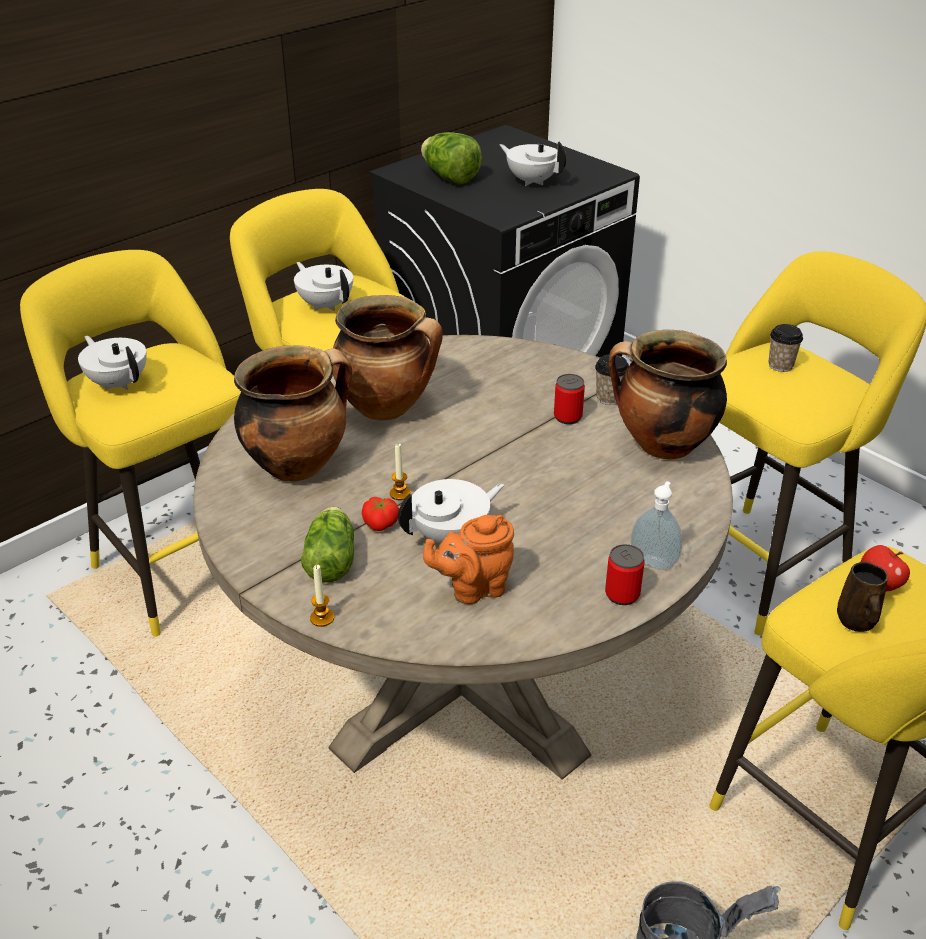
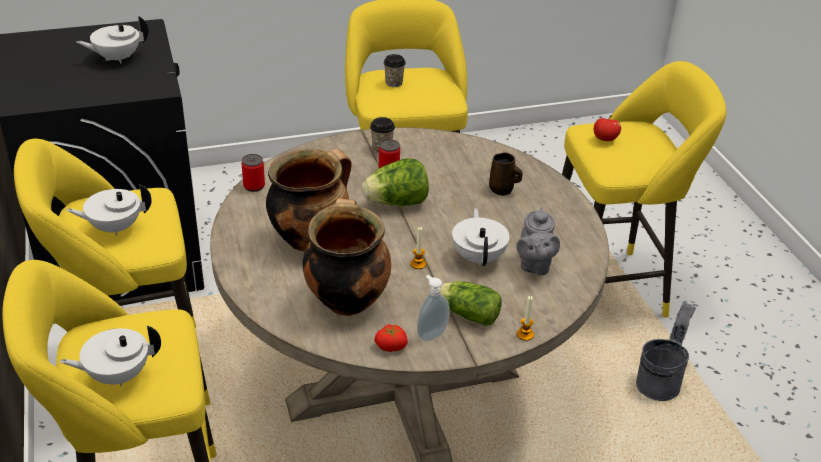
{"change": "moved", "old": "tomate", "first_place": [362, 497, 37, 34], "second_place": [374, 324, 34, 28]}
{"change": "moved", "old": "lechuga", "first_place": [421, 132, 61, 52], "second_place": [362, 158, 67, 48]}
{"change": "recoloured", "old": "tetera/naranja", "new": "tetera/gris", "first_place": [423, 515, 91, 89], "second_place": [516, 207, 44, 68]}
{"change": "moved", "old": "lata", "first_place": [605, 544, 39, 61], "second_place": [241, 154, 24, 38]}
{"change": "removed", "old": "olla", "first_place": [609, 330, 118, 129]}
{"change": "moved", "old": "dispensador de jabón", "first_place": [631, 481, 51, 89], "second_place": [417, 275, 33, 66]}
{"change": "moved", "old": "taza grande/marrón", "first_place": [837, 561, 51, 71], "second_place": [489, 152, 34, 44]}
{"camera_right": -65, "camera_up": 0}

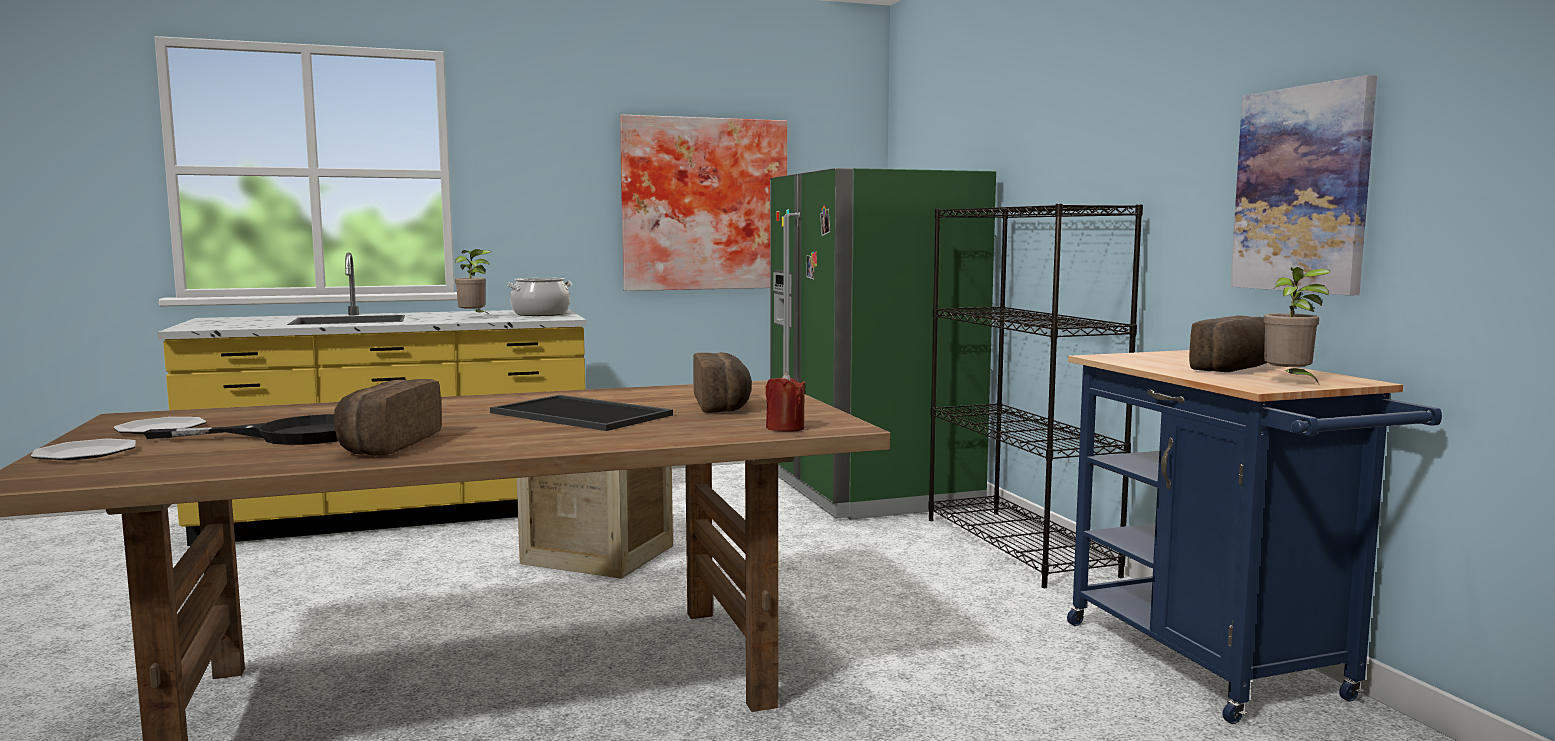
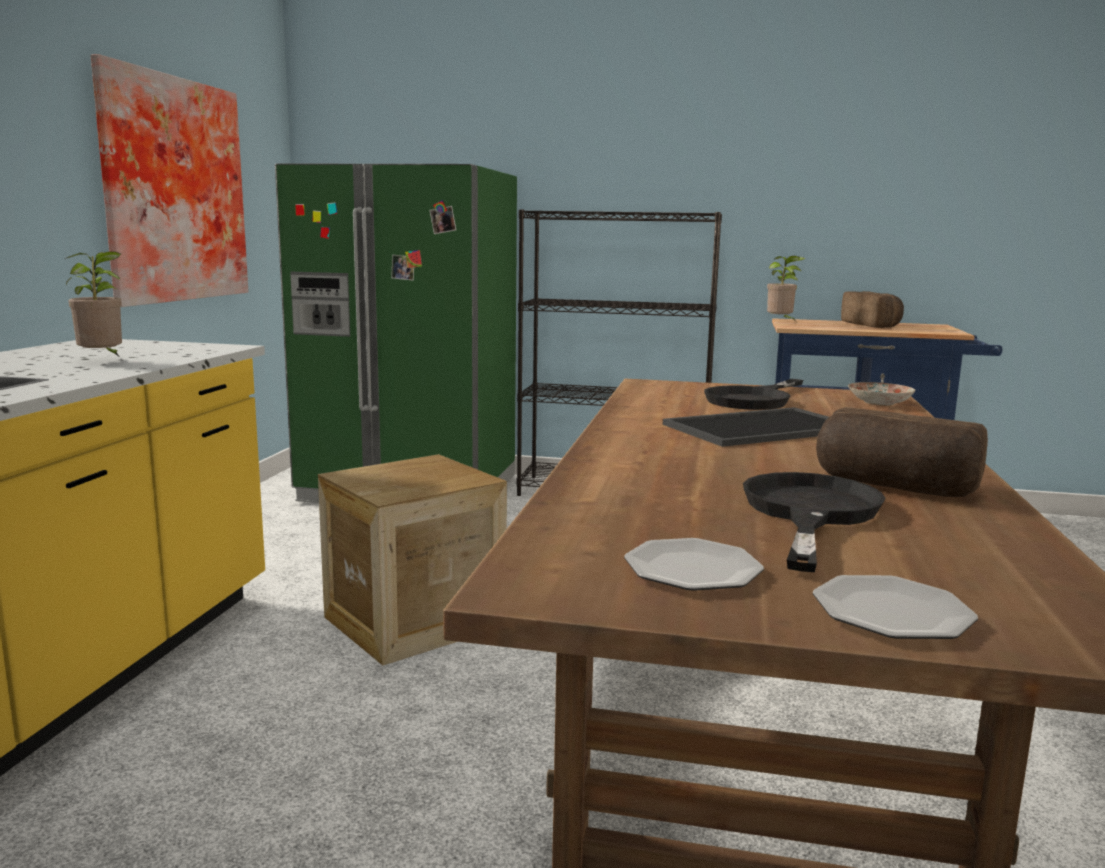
{"change": "removed", "old": "olla", "first_place": [507, 278, 65, 38]}
{"change": "replaced", "old": "pan", "new": "sartén/negro", "first_place": [693, 352, 59, 61], "second_place": [704, 379, 99, 31]}
{"change": "replaced", "old": "vela/rojo", "new": "plato", "first_place": [766, 372, 40, 60], "second_place": [848, 382, 68, 24]}
{"change": "removed", "old": "cuadro", "first_place": [1230, 75, 147, 220]}
{"change": "moved", "old": "planta en maceta", "first_place": [1264, 267, 67, 117], "second_place": [767, 256, 38, 65]}
{"camera_right": -60, "camera_up": 5}

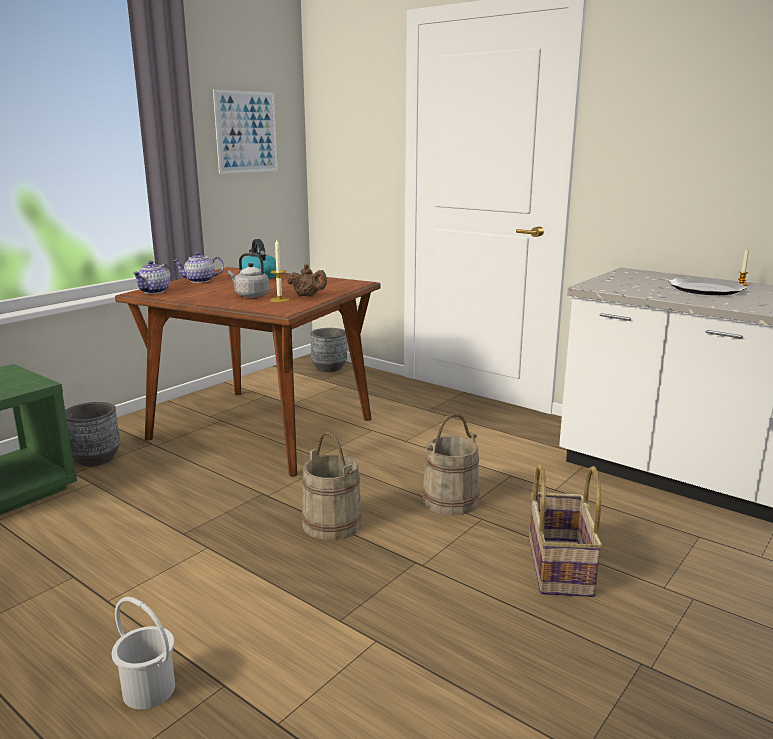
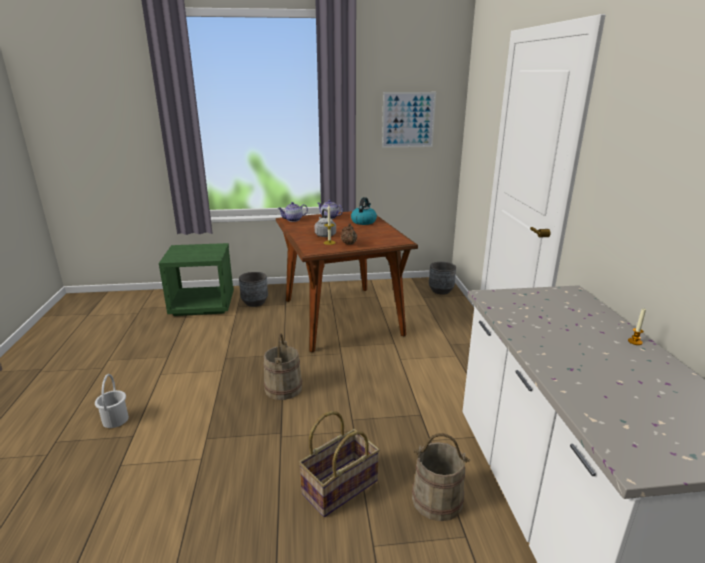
{"change": "moved", "old": "cubo/beis", "first_place": [422, 414, 58, 101], "second_place": [412, 433, 58, 88]}
{"change": "removed", "old": "plato", "first_place": [668, 277, 79, 18]}
{"camera_right": 45, "camera_up": 5}

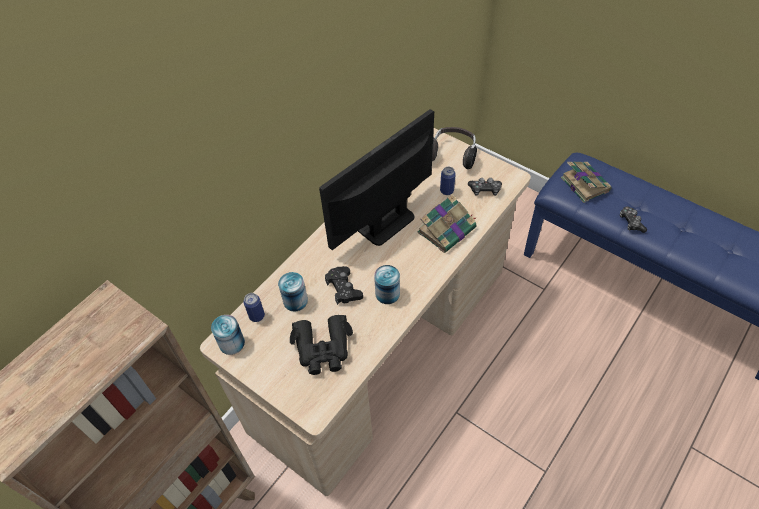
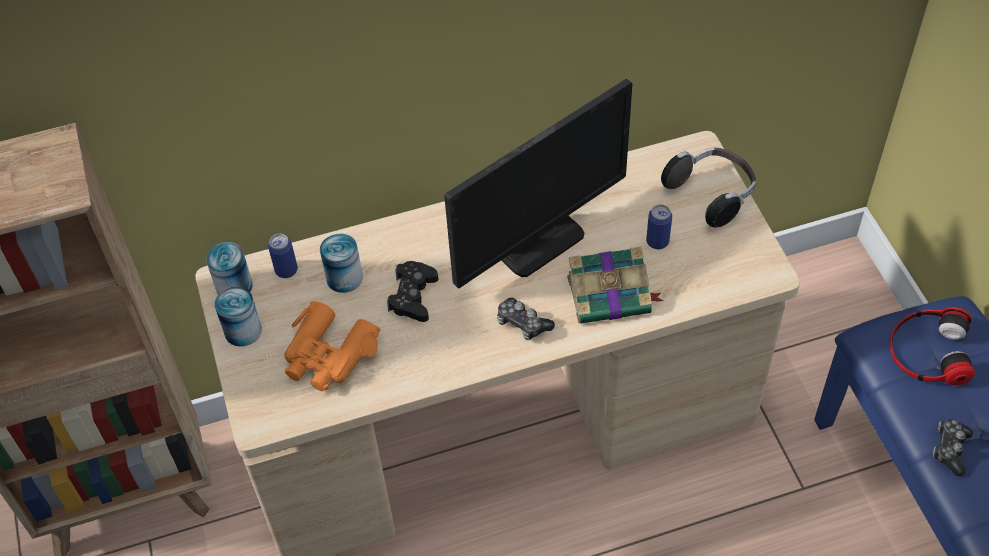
{"change": "recoloured", "old": "prismáticos/negro", "new": "prismáticos/naranja", "first_place": [290, 315, 63, 60], "second_place": [284, 301, 97, 90]}
{"change": "turned", "old": "monitor", "first_place": [319, 109, 115, 141], "second_place": [444, 79, 188, 210], "degrees": 150}
{"change": "moved", "old": "lata", "first_place": [374, 265, 26, 39], "second_place": [214, 286, 48, 61]}
{"change": "moved", "old": "mando de consola", "first_place": [468, 178, 34, 18], "second_place": [497, 298, 58, 42]}
{"change": "replaced", "old": "libro", "new": "auriculares", "first_place": [561, 162, 50, 41], "second_place": [890, 307, 85, 78]}
{"camera_right": 35, "camera_up": 0}

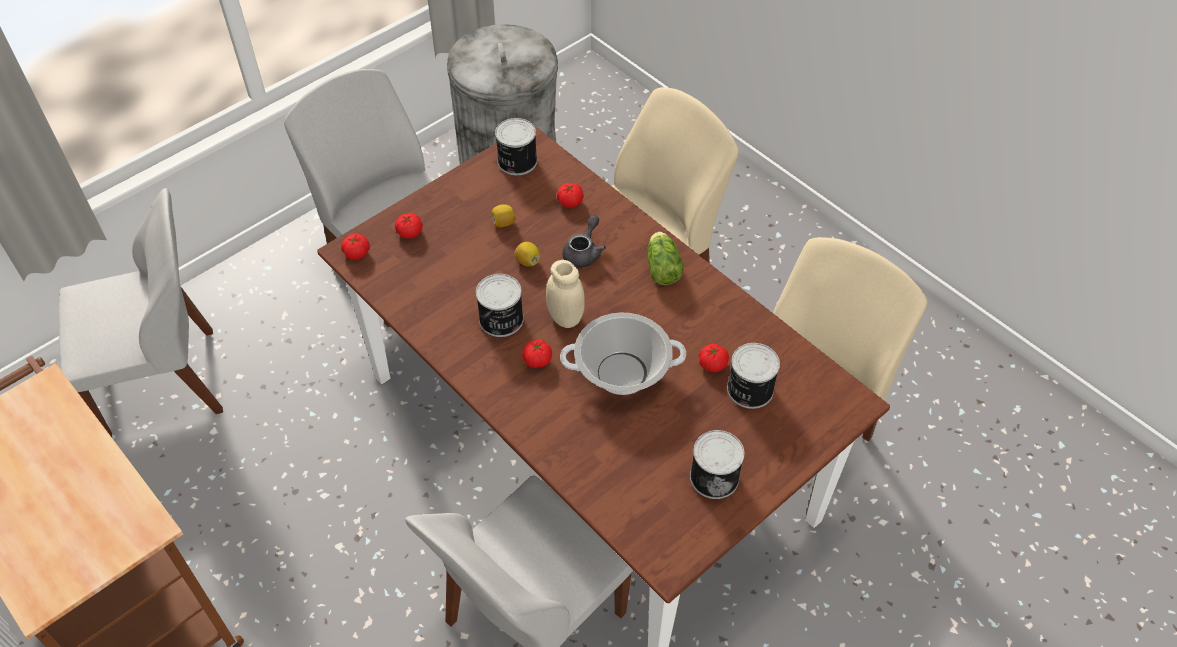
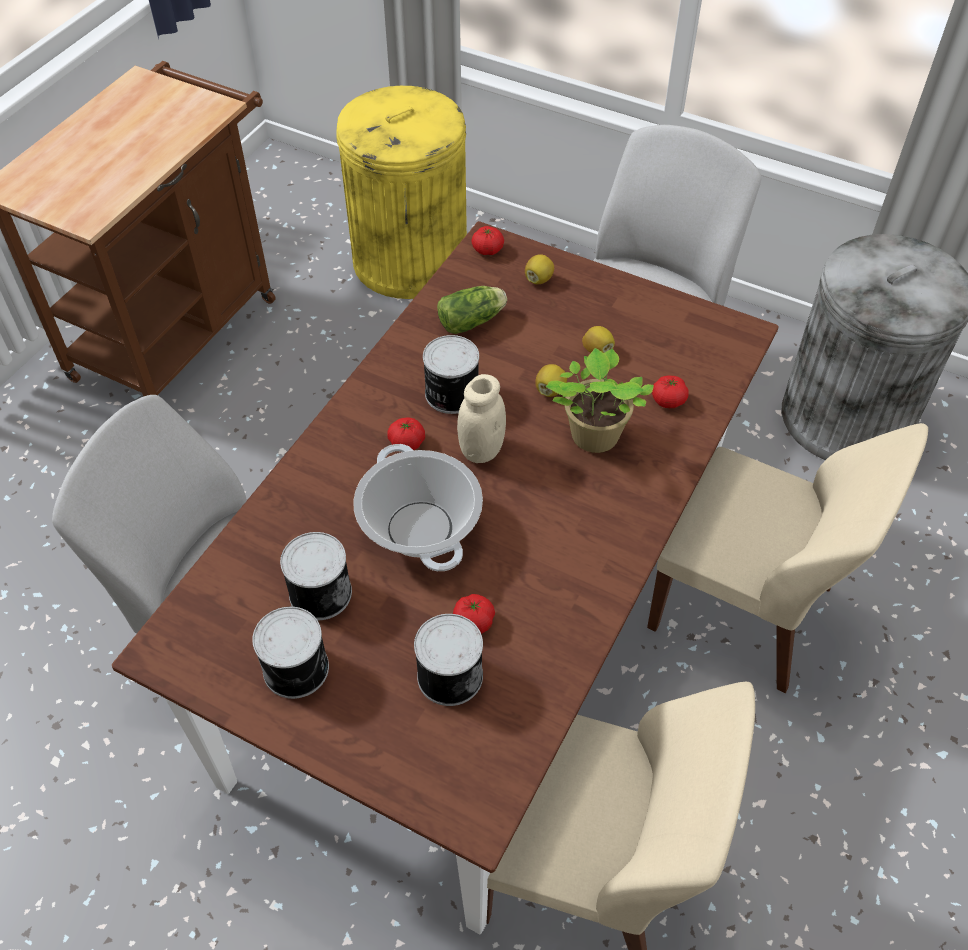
{"change": "replaced", "old": "silla/blanco", "new": "papelera/amarillo", "first_place": [59, 188, 164, 249], "second_place": [336, 86, 131, 213]}
{"change": "replaced", "old": "tomate", "new": "limón", "first_place": [395, 213, 28, 25], "second_place": [525, 254, 29, 30]}
{"change": "moved", "old": "lata", "first_place": [495, 118, 42, 57], "second_place": [280, 532, 72, 88]}
{"change": "replaced", "old": "tetera/gris", "new": "planta en maceta", "first_place": [562, 215, 44, 53], "second_place": [545, 348, 109, 105]}
{"change": "moved", "old": "lechuga", "first_place": [647, 232, 36, 53], "second_place": [437, 286, 70, 48]}
{"camera_right": 70, "camera_up": 0}

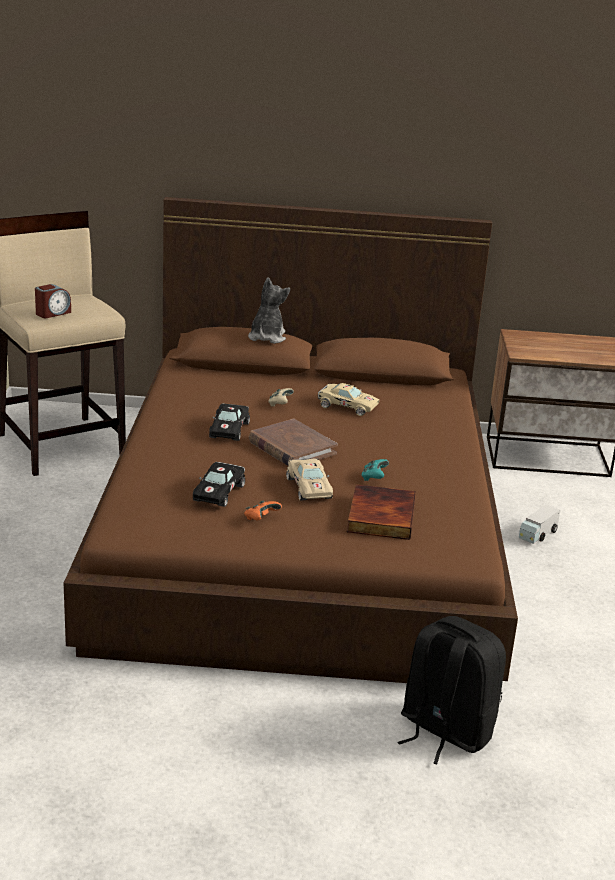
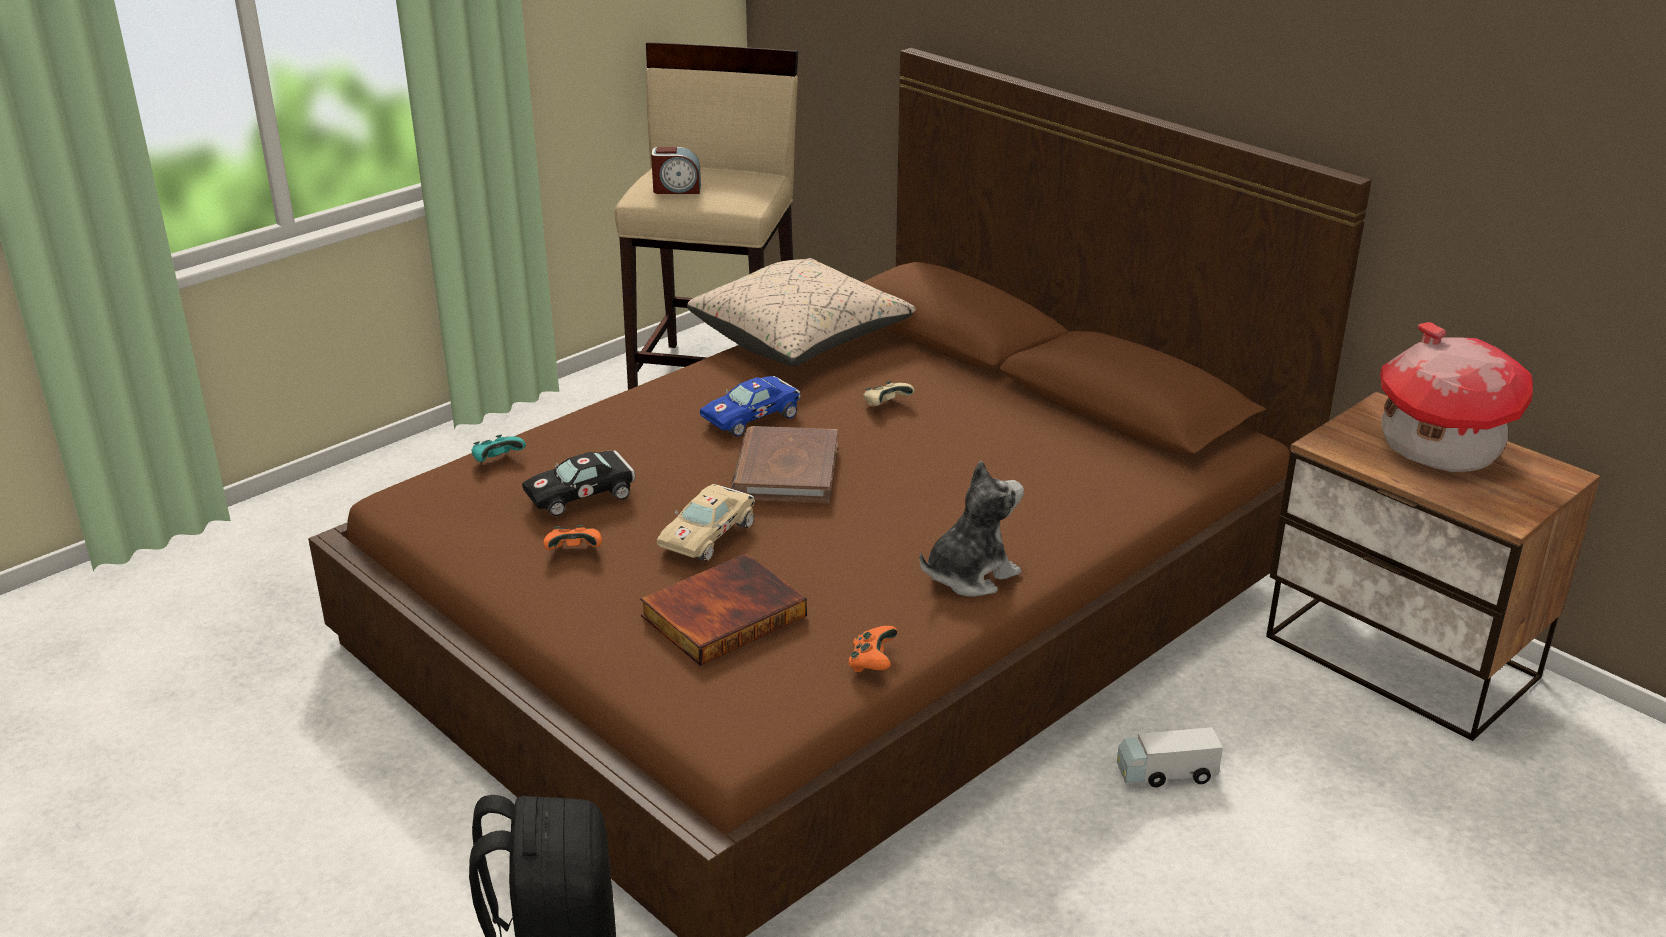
{"change": "recoloured", "old": "coche de juguete/negro", "new": "coche de juguete/azul", "first_place": [209, 404, 41, 37], "second_place": [700, 376, 101, 60]}
{"change": "moved", "old": "peluche", "first_place": [248, 277, 42, 67], "second_place": [919, 461, 105, 136]}
{"change": "removed", "old": "coche de juguete/beis", "first_place": [318, 383, 61, 33]}
{"change": "moved", "old": "mando de consola/turquesa", "first_place": [361, 459, 28, 22], "second_place": [471, 435, 55, 27]}
{"change": "added", "new": "cojín/beis", "second_place": [687, 258, 229, 108]}
{"change": "added", "new": "mando de consola/naranja", "second_place": [848, 626, 50, 46]}
{"change": "added", "new": "casita", "second_place": [1380, 322, 153, 150]}
{"camera_right": 45, "camera_up": 5}

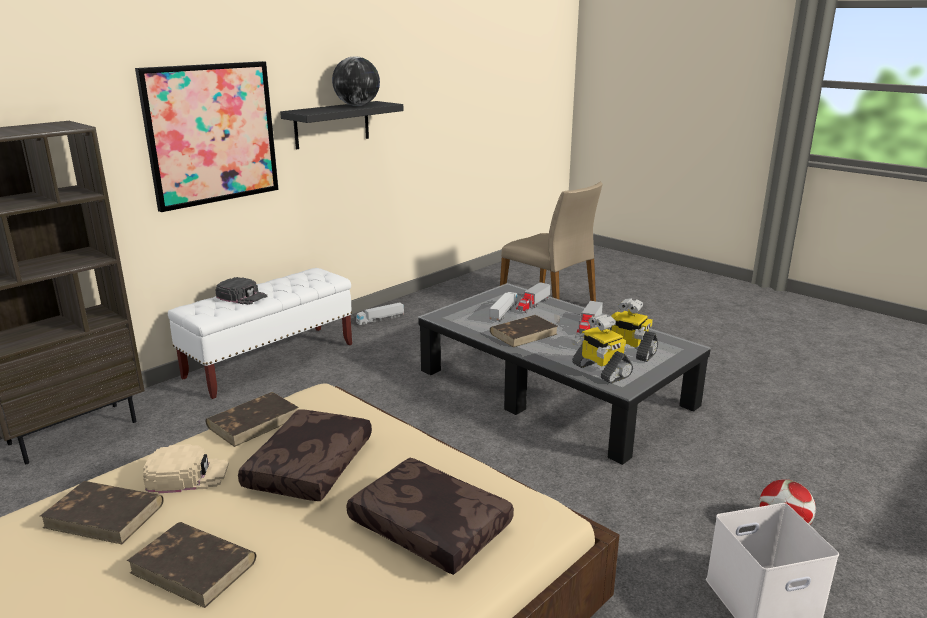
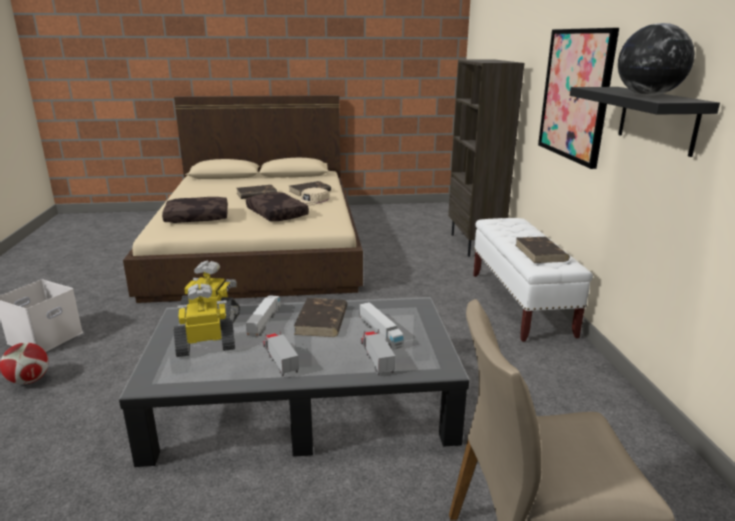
{"change": "moved", "old": "libro/marrón", "first_place": [206, 392, 93, 55], "second_place": [516, 237, 54, 26]}
{"change": "removed", "old": "gorra/negro", "first_place": [215, 277, 52, 28]}
{"change": "moved", "old": "camión de juguete", "first_place": [356, 302, 49, 23], "second_place": [246, 295, 34, 43]}
{"camera_right": 130, "camera_up": 0}

